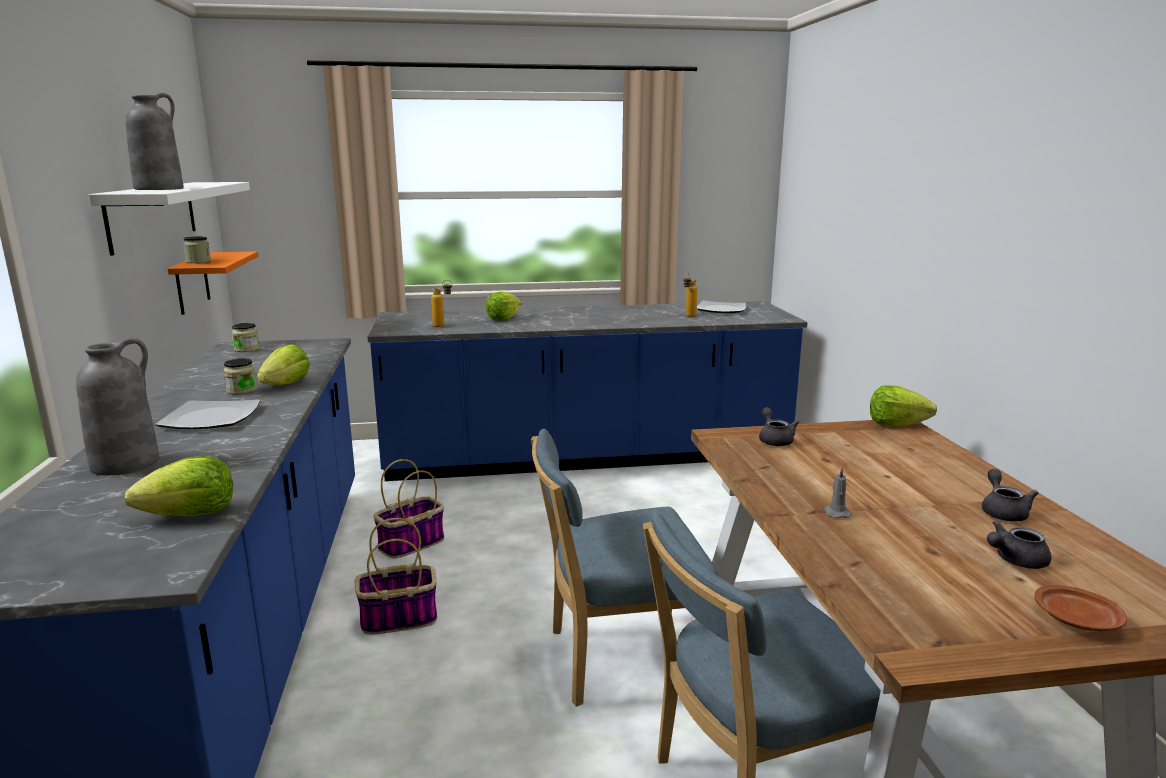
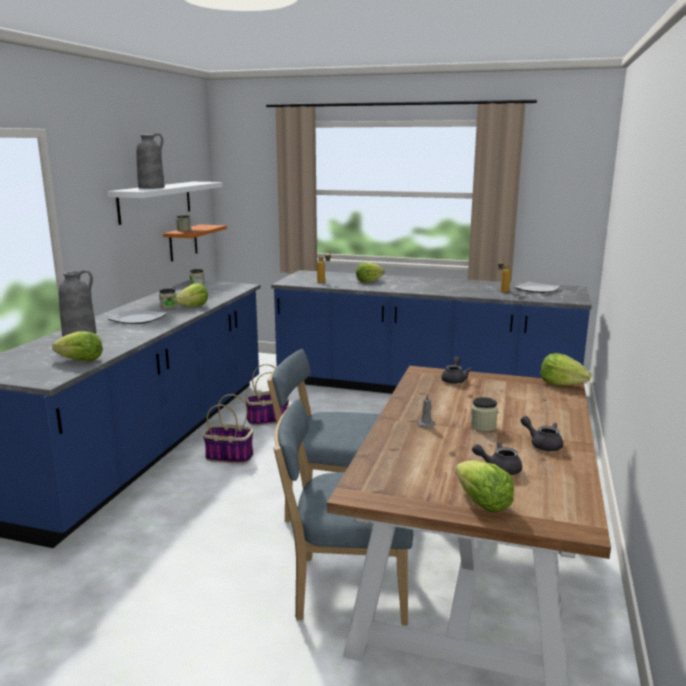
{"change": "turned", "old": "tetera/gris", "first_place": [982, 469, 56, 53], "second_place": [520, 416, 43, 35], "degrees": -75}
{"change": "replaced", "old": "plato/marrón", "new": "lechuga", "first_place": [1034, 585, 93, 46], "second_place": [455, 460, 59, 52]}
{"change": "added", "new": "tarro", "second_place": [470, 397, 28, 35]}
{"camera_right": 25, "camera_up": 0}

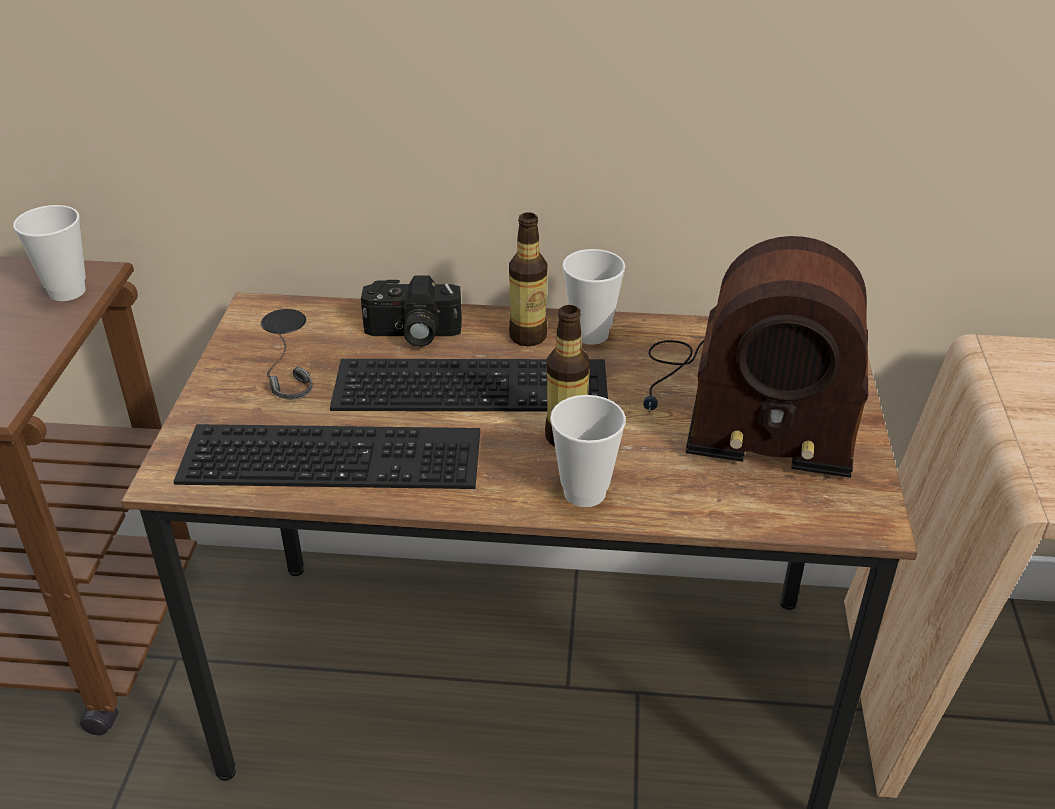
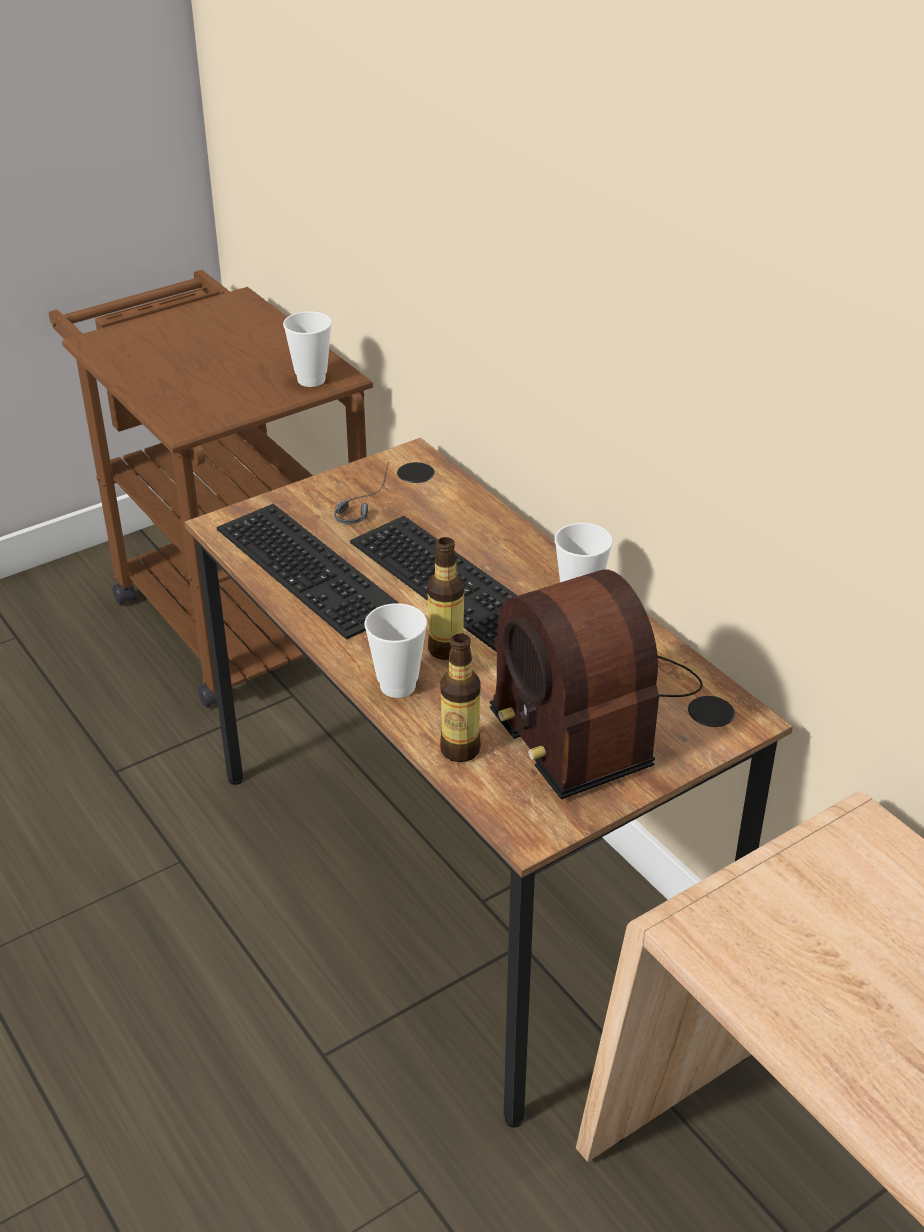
{"change": "removed", "old": "cámara", "first_place": [361, 275, 101, 72]}
{"change": "moved", "old": "botella", "first_place": [509, 212, 38, 134], "second_place": [440, 634, 41, 128]}
{"camera_right": 50, "camera_up": 0}

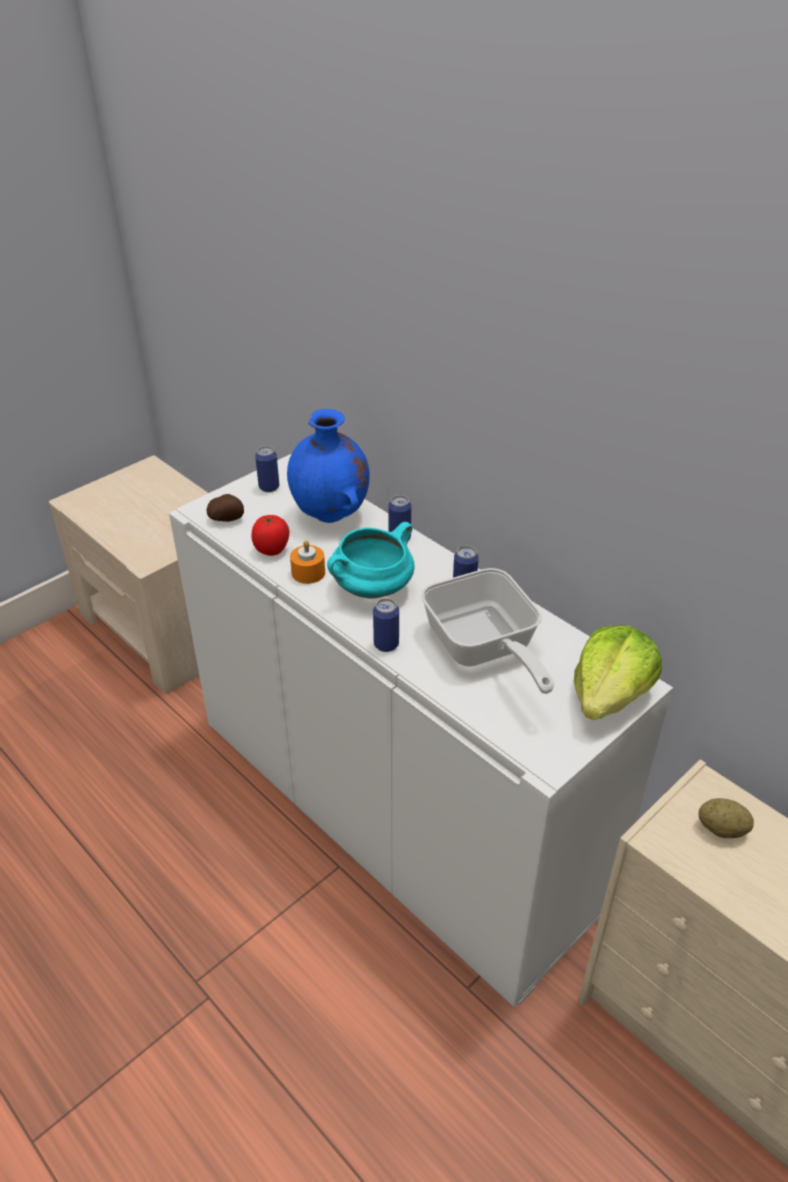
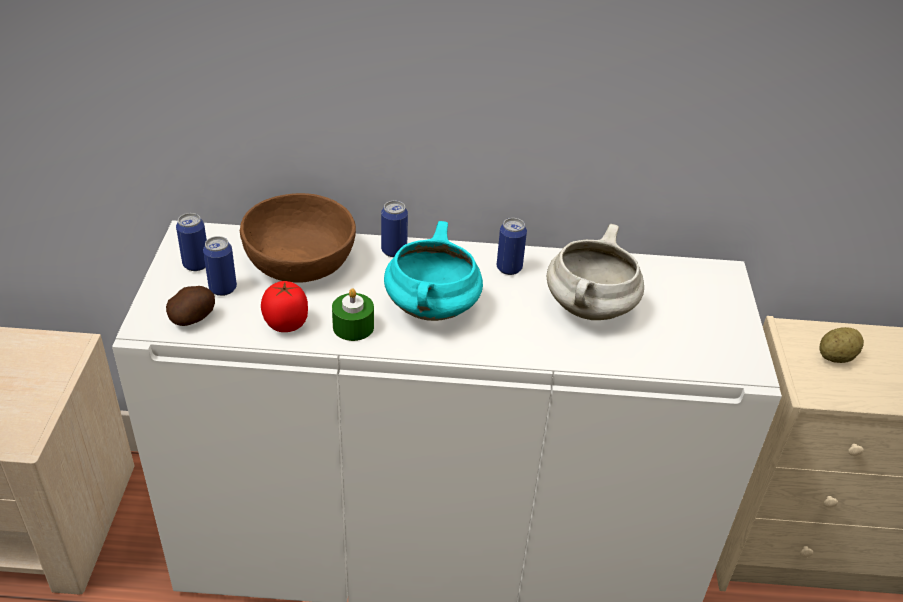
{"change": "replaced", "old": "florero/azul", "new": "cuenco/marrón", "first_place": [287, 409, 83, 114], "second_place": [240, 193, 116, 90]}
{"change": "recoloured", "old": "vela/naranja", "new": "vela/verde", "first_place": [290, 540, 35, 44], "second_place": [332, 288, 42, 53]}
{"change": "moved", "old": "lata", "first_place": [373, 598, 26, 54], "second_place": [203, 236, 34, 60]}
{"change": "replaced", "old": "sartén", "new": "olla/blanco", "first_place": [421, 568, 134, 126], "second_place": [547, 224, 97, 96]}
{"change": "removed", "old": "lechuga", "first_place": [574, 625, 88, 95]}
{"camera_right": -45, "camera_up": 0}

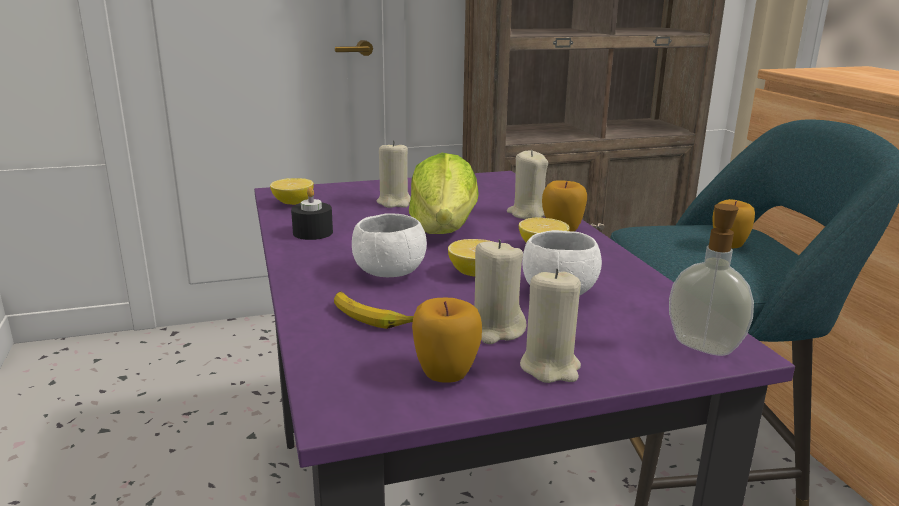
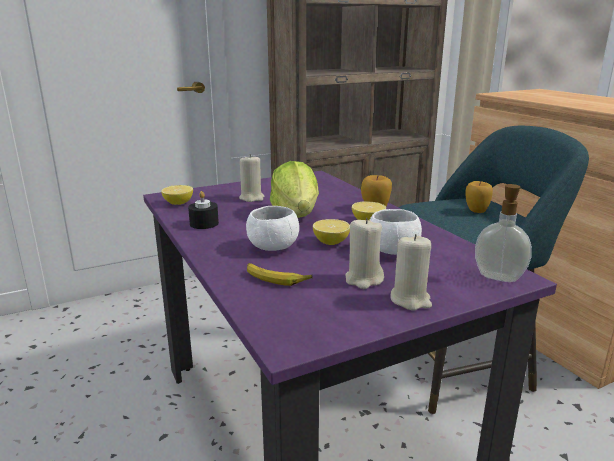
{"change": "removed", "old": "manzana", "first_place": [412, 298, 70, 85]}
{"change": "removed", "old": "vela/beis", "first_place": [507, 150, 41, 69]}
{"camera_right": -10, "camera_up": 0}

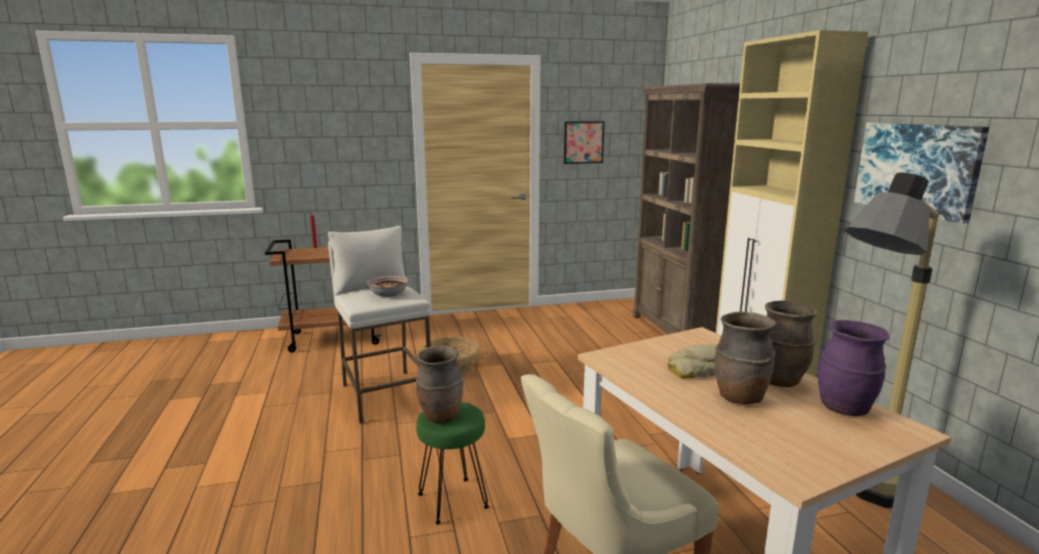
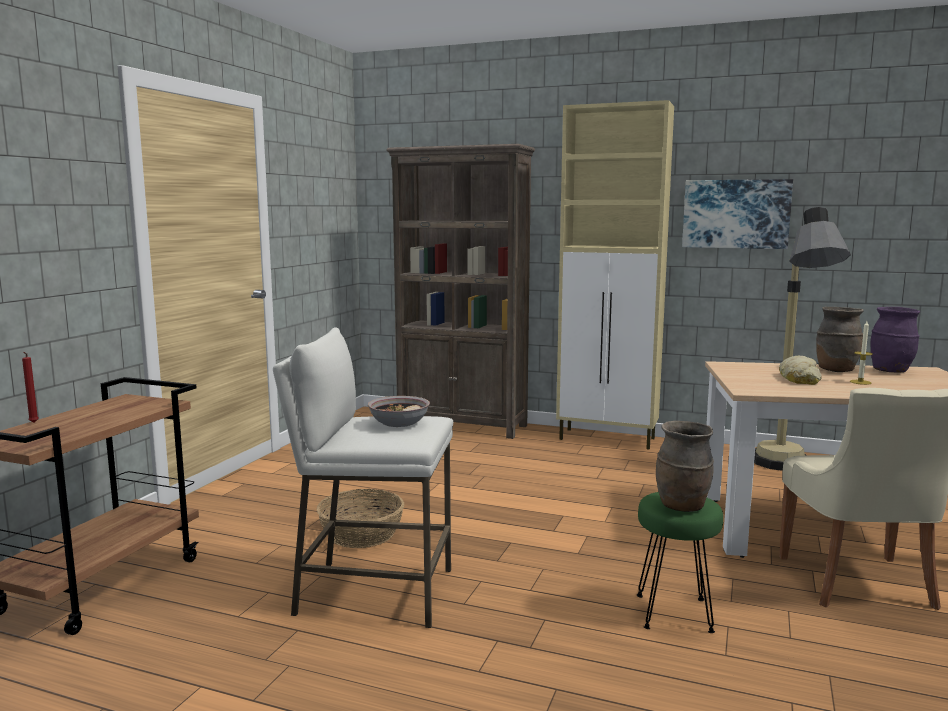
{"change": "removed", "old": "cuadro", "first_place": [564, 121, 40, 43]}
{"change": "replaced", "old": "florero/marrón", "new": "vela", "first_place": [714, 311, 62, 93], "second_place": [850, 321, 23, 64]}
{"camera_right": -55, "camera_up": -5}

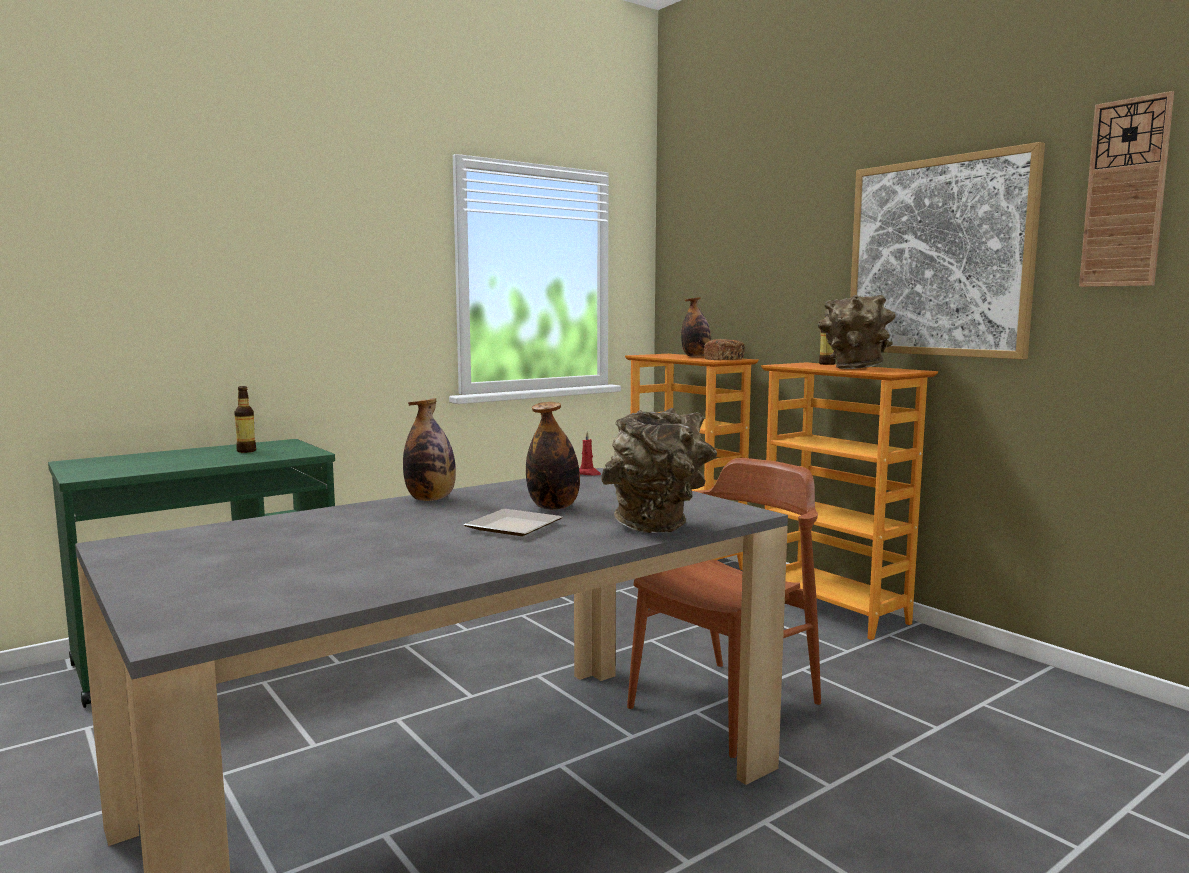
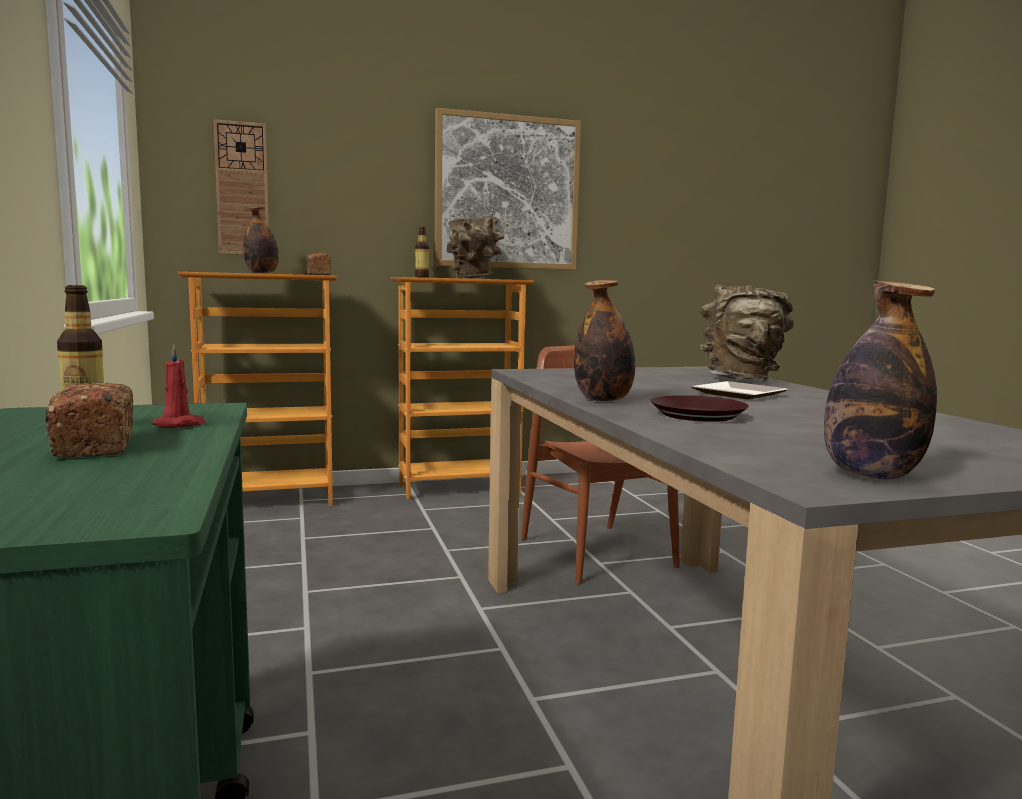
{"change": "moved", "old": "botella", "first_place": [526, 402, 54, 108], "second_place": [824, 280, 113, 200]}
{"change": "moved", "old": "vela/rojo", "first_place": [579, 431, 22, 44], "second_place": [152, 344, 54, 84]}
{"change": "moved", "old": "reloj de pared", "first_place": [1079, 91, 95, 196], "second_place": [214, 119, 55, 136]}
{"change": "added", "new": "pan", "second_place": [46, 382, 87, 75]}
{"change": "added", "new": "plato/marrón", "second_place": [650, 395, 99, 27]}
{"camera_right": -70, "camera_up": 0}

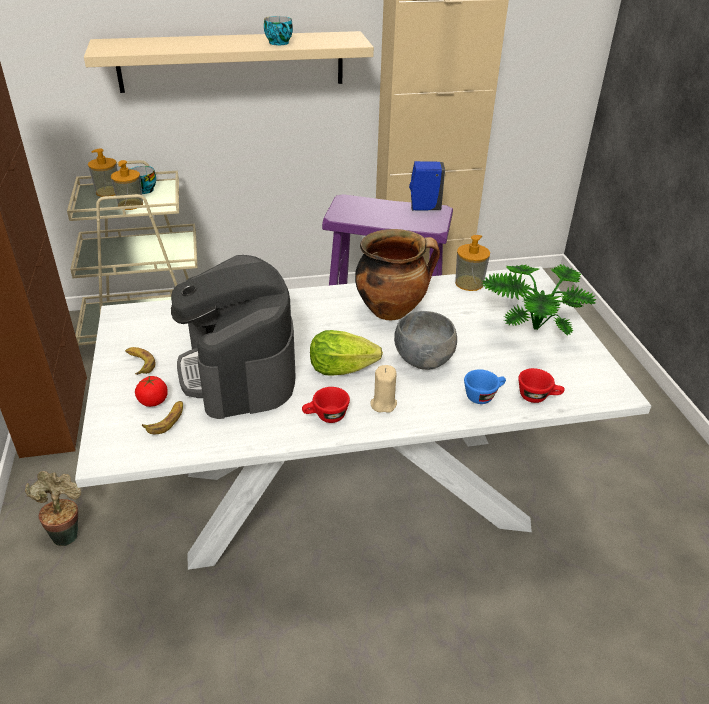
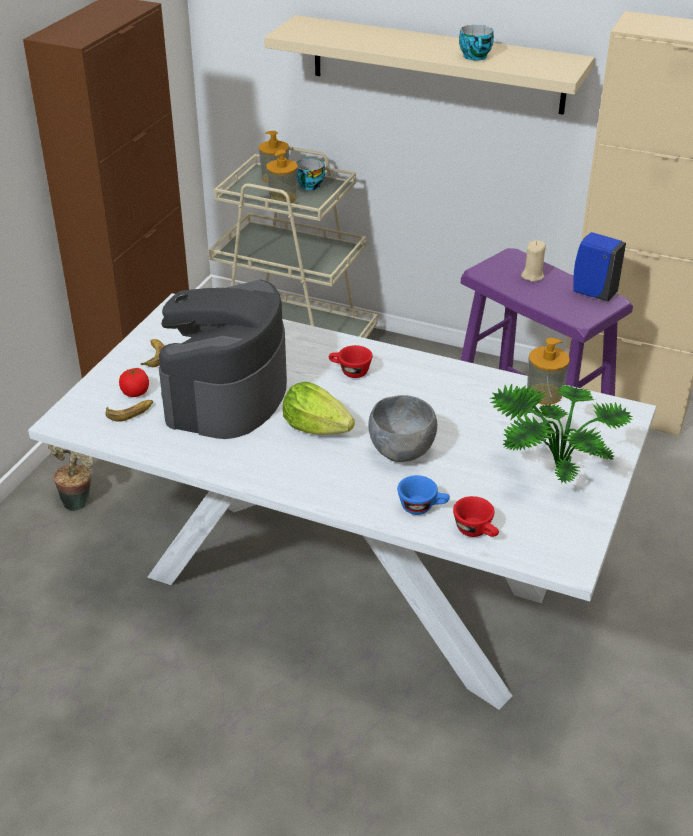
{"change": "moved", "old": "taza/rojo", "first_place": [302, 387, 48, 36], "second_place": [329, 345, 43, 33]}
{"change": "removed", "old": "olla", "first_place": [355, 229, 85, 91]}
{"change": "moved", "old": "vela/beis", "first_place": [370, 365, 27, 48], "second_place": [521, 240, 25, 42]}
{"camera_right": 35, "camera_up": 0}

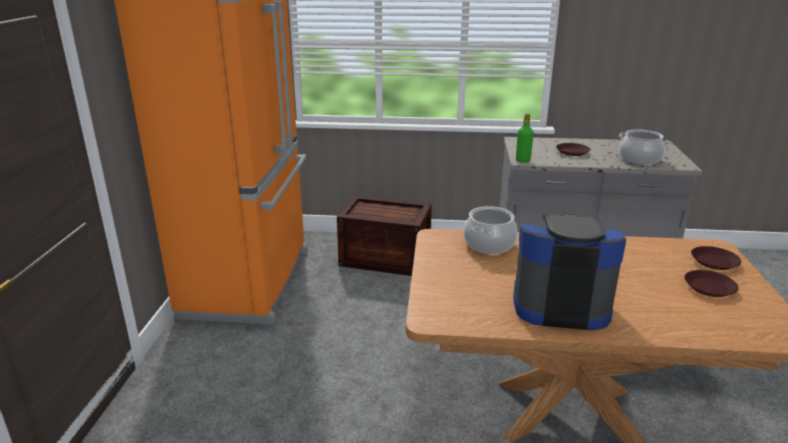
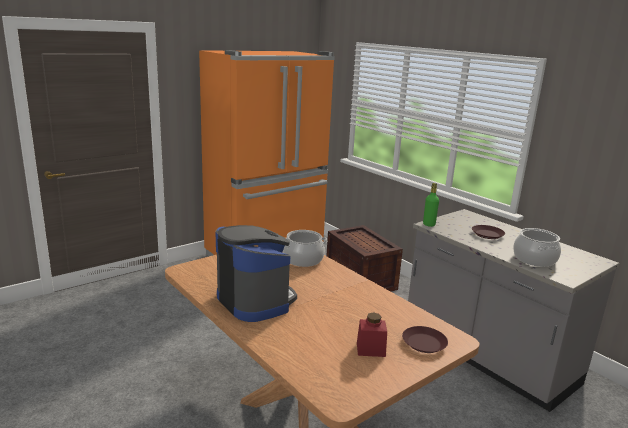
{"change": "replaced", "old": "plato/marrón", "new": "tarro/rojo", "first_place": [684, 270, 55, 27], "second_place": [357, 312, 30, 45]}
{"camera_right": 45, "camera_up": -5}

